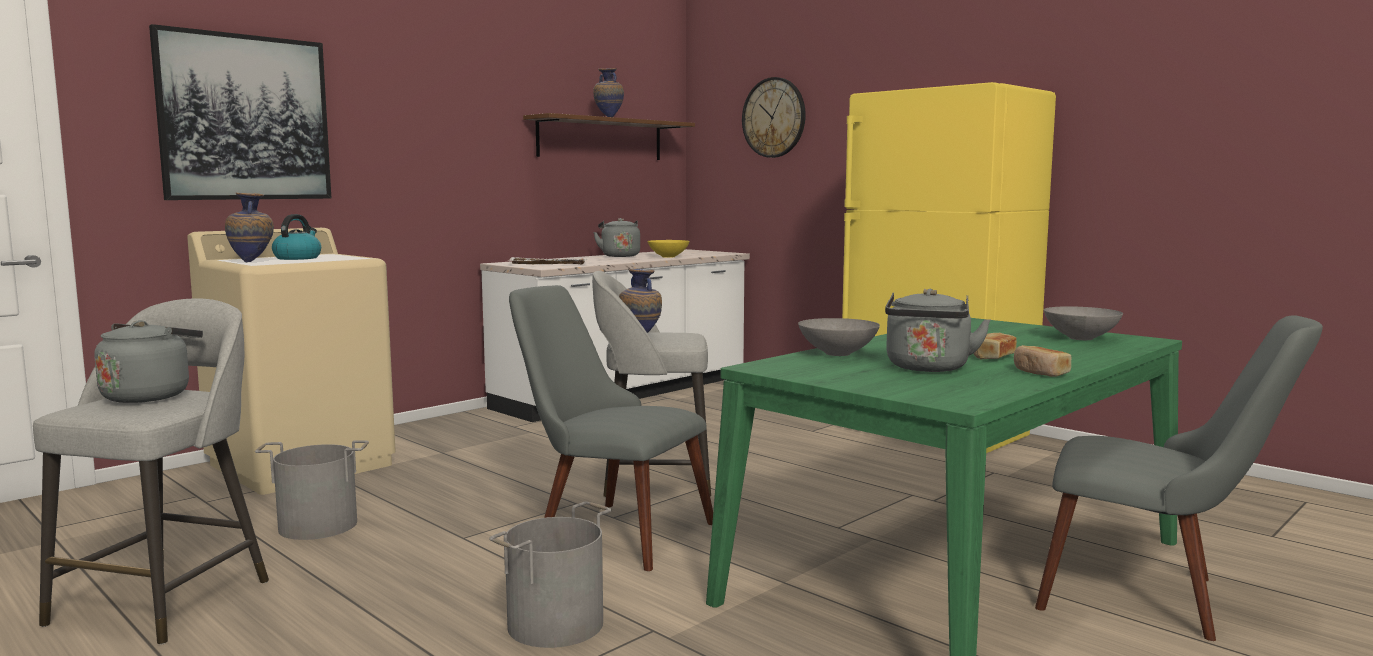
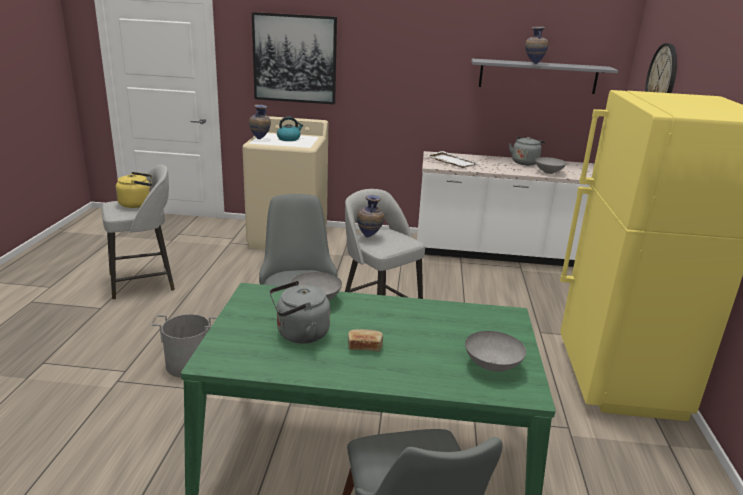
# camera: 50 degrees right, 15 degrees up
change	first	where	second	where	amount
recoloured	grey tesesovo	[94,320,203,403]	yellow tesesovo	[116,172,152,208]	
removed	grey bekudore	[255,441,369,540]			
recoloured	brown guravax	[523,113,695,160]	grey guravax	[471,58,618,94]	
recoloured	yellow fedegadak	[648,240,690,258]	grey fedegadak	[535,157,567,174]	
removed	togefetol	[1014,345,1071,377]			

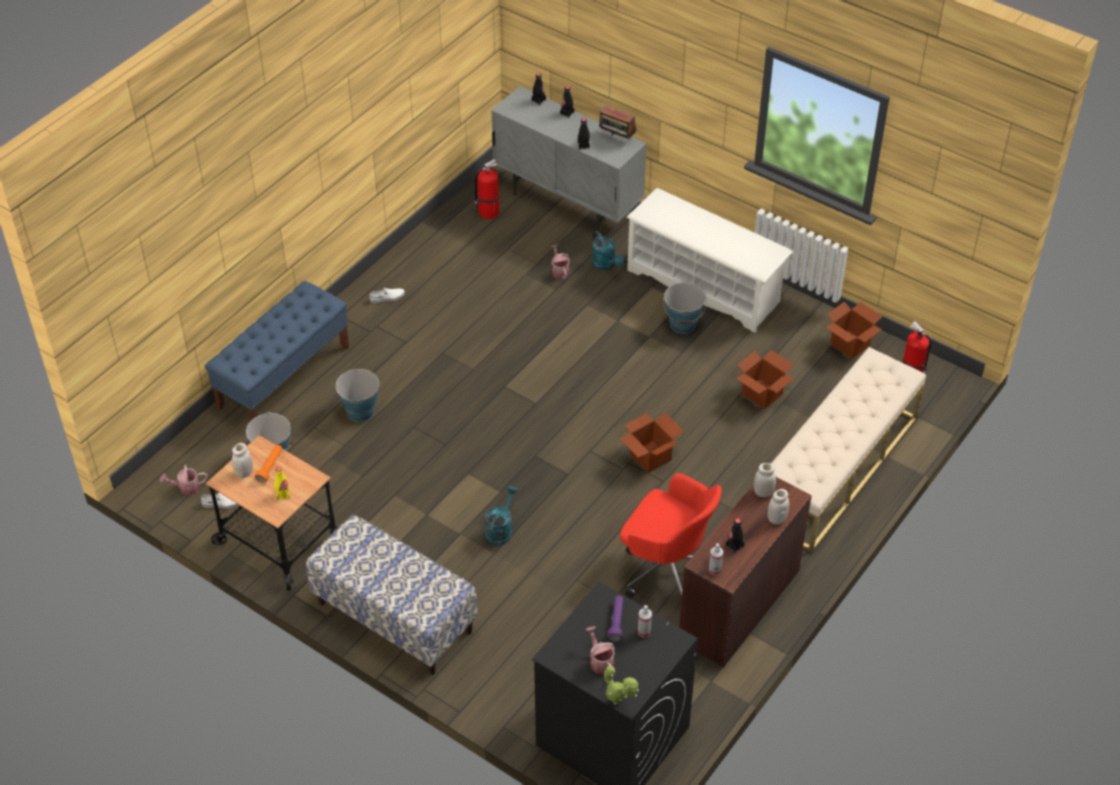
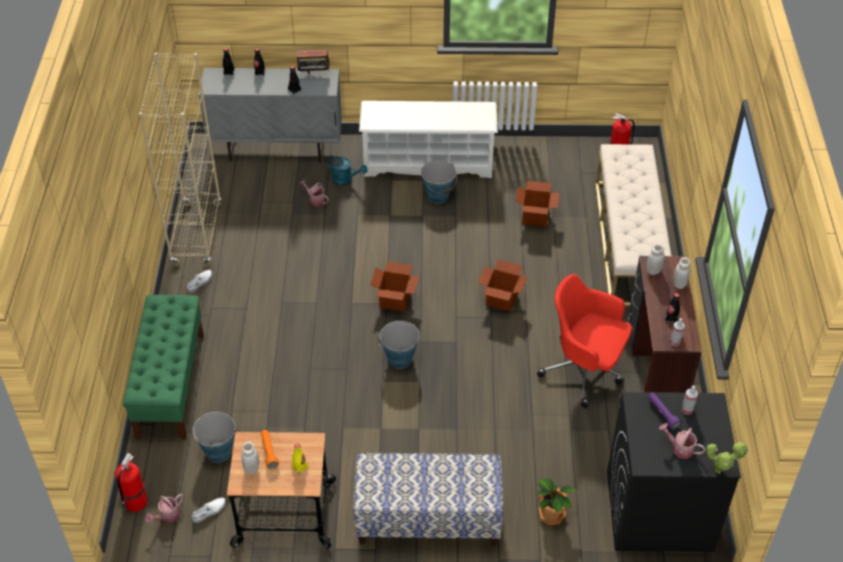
# camera: 35 degrees left, 0 degrees up
change	first	where	second	where	amount
recoloured	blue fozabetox	[205,281,349,421]	green fozabetox	[123,295,204,440]	
moved	bekudore	[335,369,380,422]		[379,321,419,369]	
moved	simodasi	[474,159,499,219]		[115,453,148,512]	
removed	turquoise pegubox	[485,486,518,545]			
turned	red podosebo	[620,473,722,598]		[537,274,632,408]	150 degrees counterclockwise
moved	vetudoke	[826,301,883,359]		[370,262,419,312]	
added			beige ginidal	[139,53,222,266]	
added			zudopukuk	[537,479,576,525]	

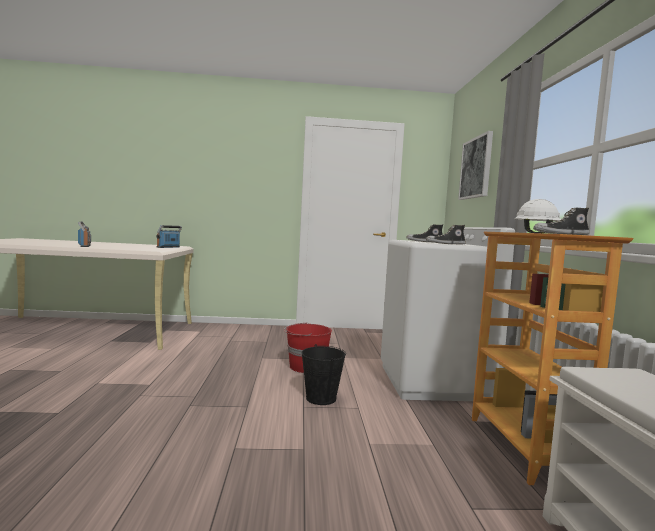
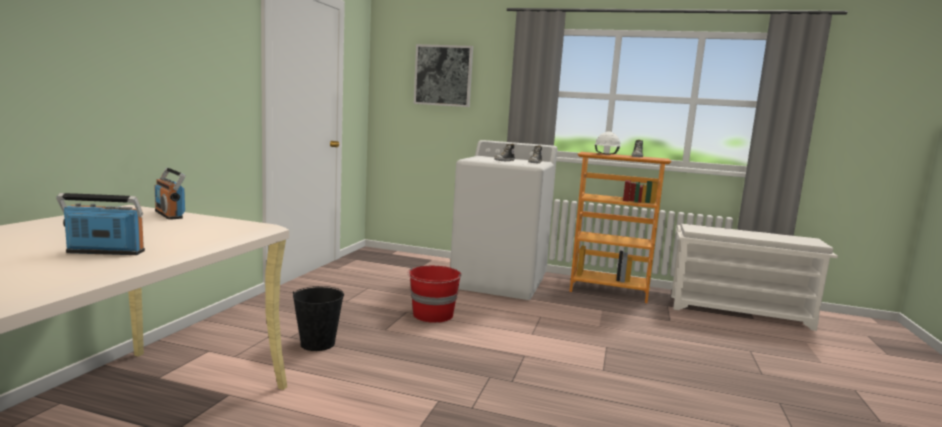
# camera: 70 degrees left, 5 degrees up
change	first	where	second	where	amount
moved	black bekudore	[302,344,346,405]		[293,286,344,351]	

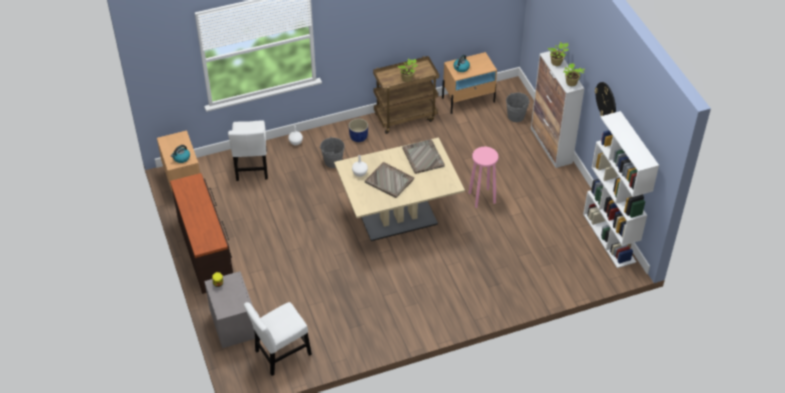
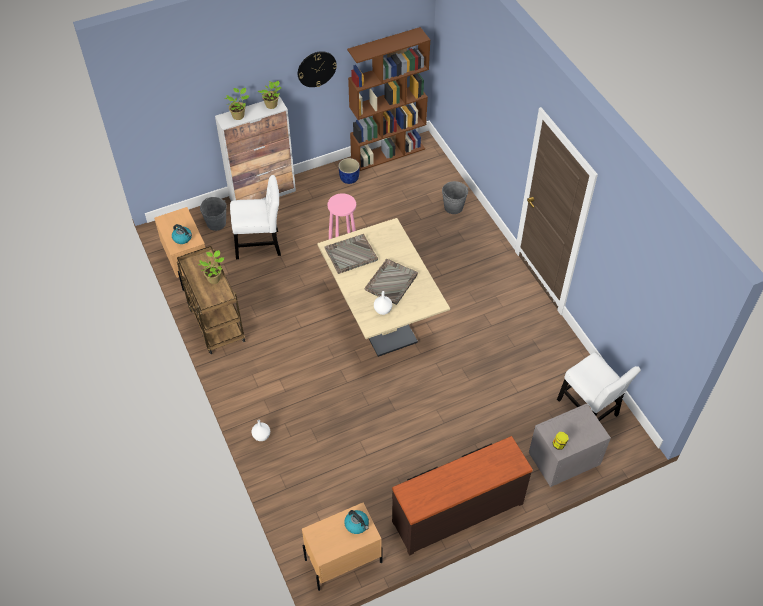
# camera: 95 degrees left, 5 degrees up
change	first	where	second	where	amount
moved	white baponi	[228,120,268,181]		[230,175,281,259]	
moved	grey bekudore	[320,137,345,168]		[442,181,468,214]	
moved	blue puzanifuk	[349,118,368,142]		[338,158,360,184]	
recoloured	white ginidal	[583,111,659,268]	brown ginidal	[347,27,430,171]	

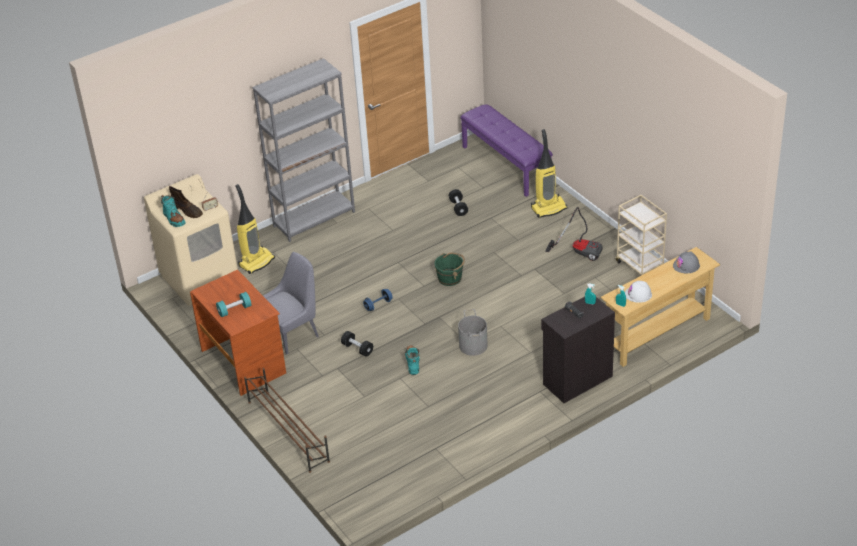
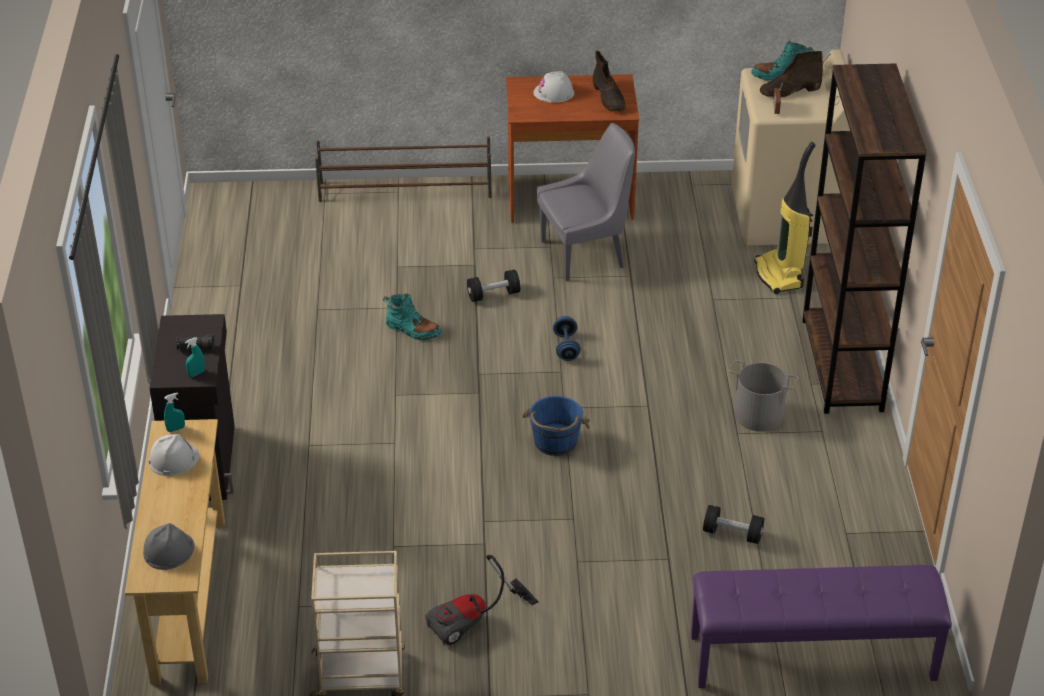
# camera: 120 degrees right, 0 degrees up
change	first	where	second	where	amount
replaced	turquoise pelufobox	[216,292,251,317]	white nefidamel	[533,71,574,103]	
recoloured	grey ginidal	[252,58,355,242]	brown ginidal	[802,64,927,414]	
turned	grey baponi	[263,252,319,354]		[537,123,635,281]	105 degrees counterclockwise
recoloured	green bekudore	[434,252,465,286]	blue bekudore	[522,396,590,456]	
moved	grey bekudore	[458,309,488,356]		[729,360,799,432]	
removed	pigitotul	[531,129,568,218]			
added			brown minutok	[593,50,626,112]	

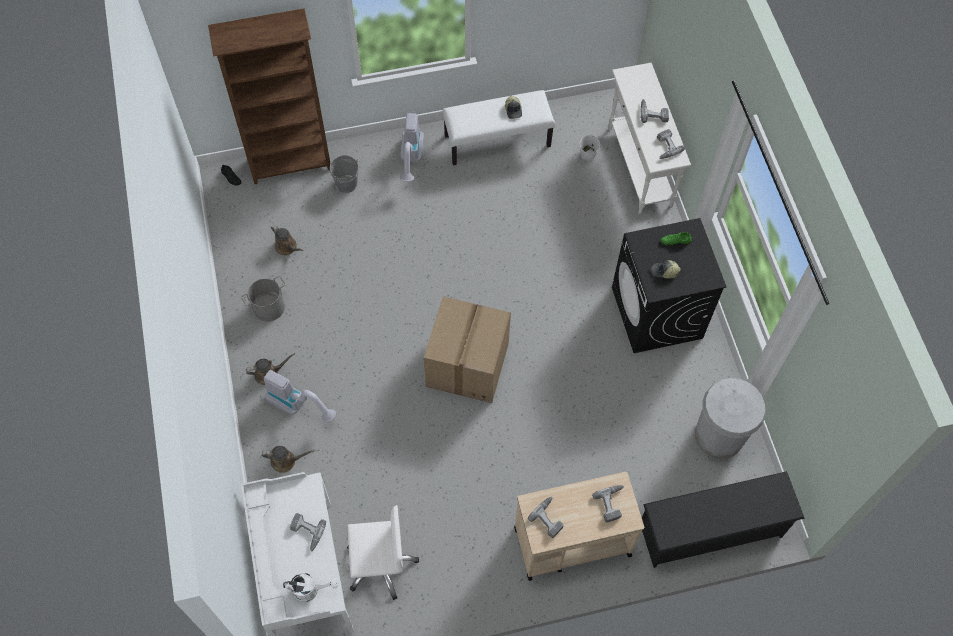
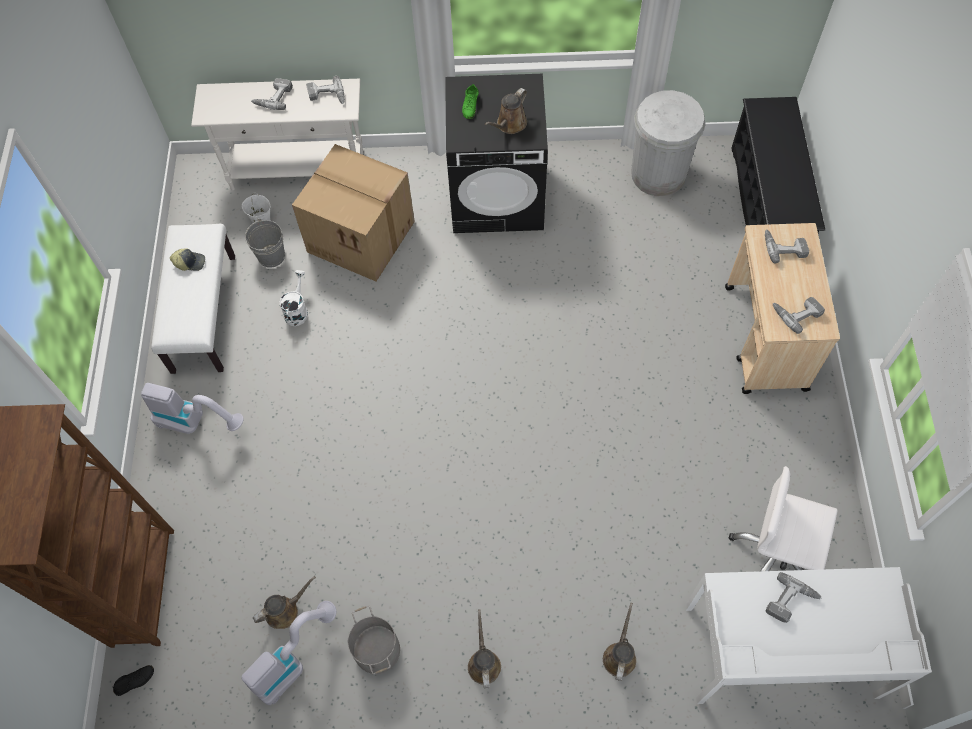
# camera: 75 degrees left, 0 degrees up
change	first	where	second	where	amount
moved	pigitotul	[264,370,336,422]		[241,601,336,705]	
moved	white pegubox	[283,573,338,602]		[280,270,308,326]	
moved	grey bekudore	[329,155,358,193]		[245,219,285,268]	
turned	white podosebo	[347,505,419,600]		[729,466,838,571]	75 degrees counterclockwise
moved	vetudoke	[424,296,511,403]		[292,144,415,281]	
replaced	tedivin	[652,260,681,279]	brown pegubox	[485,88,527,134]	

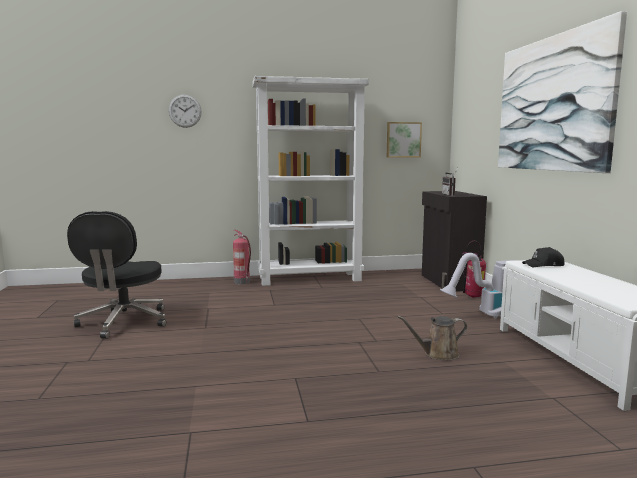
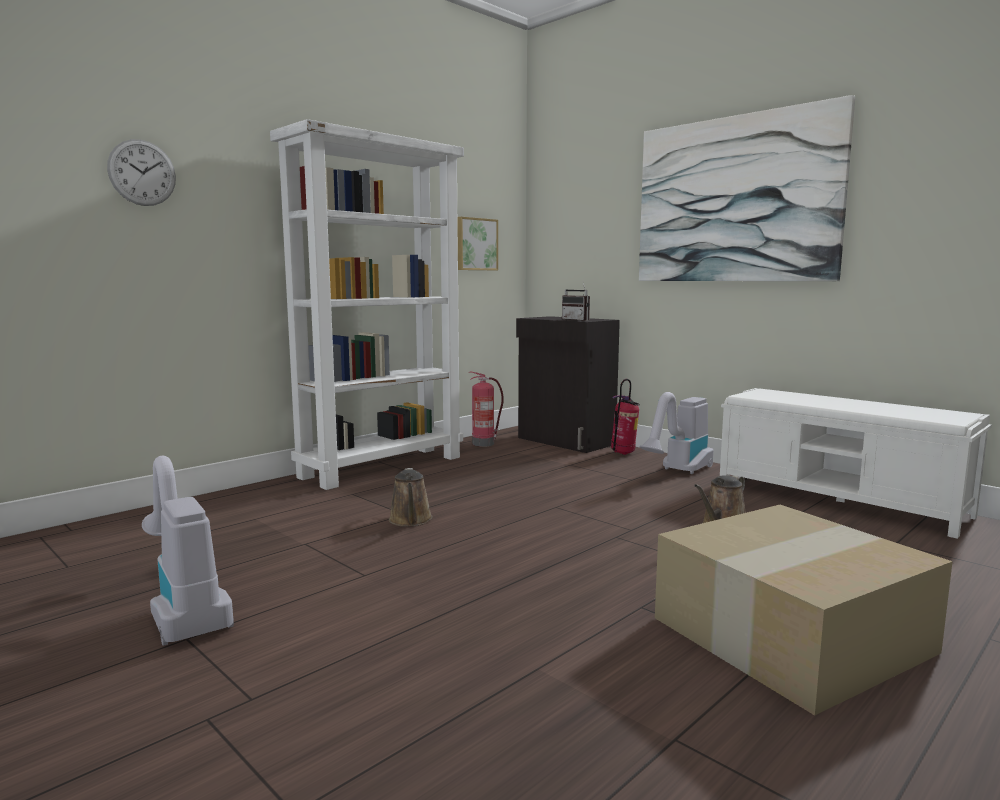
# camera: 35 degrees left, 0 degrees up
change	first	where	second	where	amount
replaced	black podosebo	[67,211,166,339]	pigitotul	[142,456,234,646]	
moved	simodasi	[233,230,251,284]		[470,371,504,447]	
removed	black tedivin	[522,247,565,267]			
added			brown pegubox	[389,468,433,527]	
added			vetudoke	[655,505,953,715]	

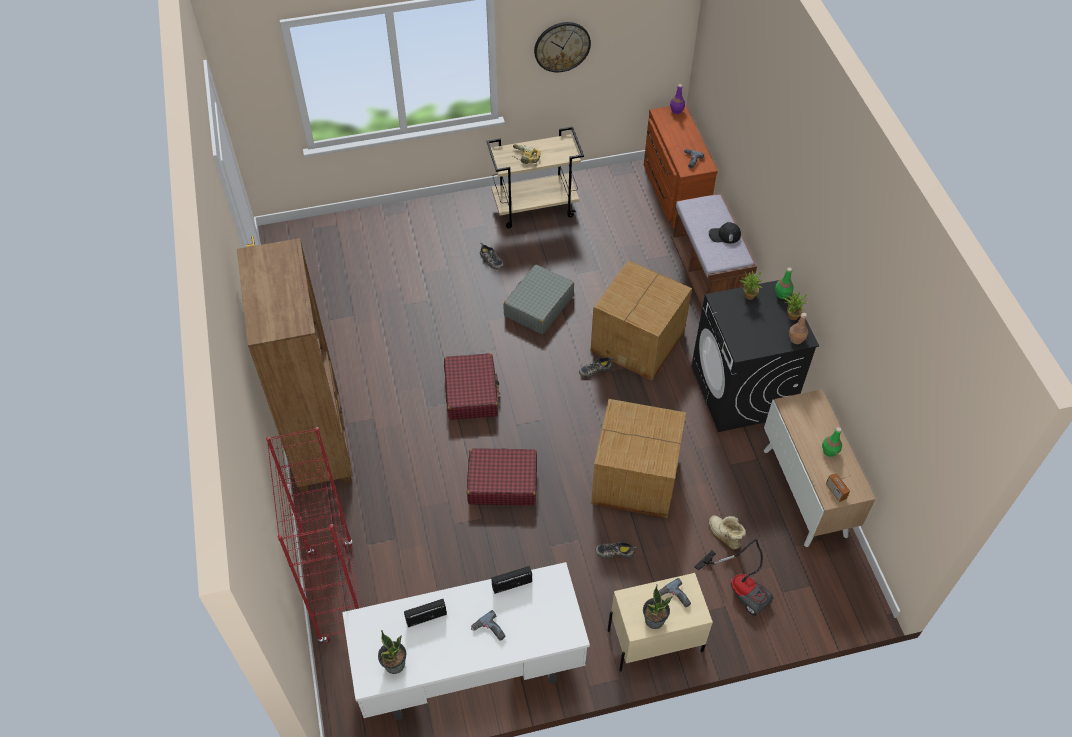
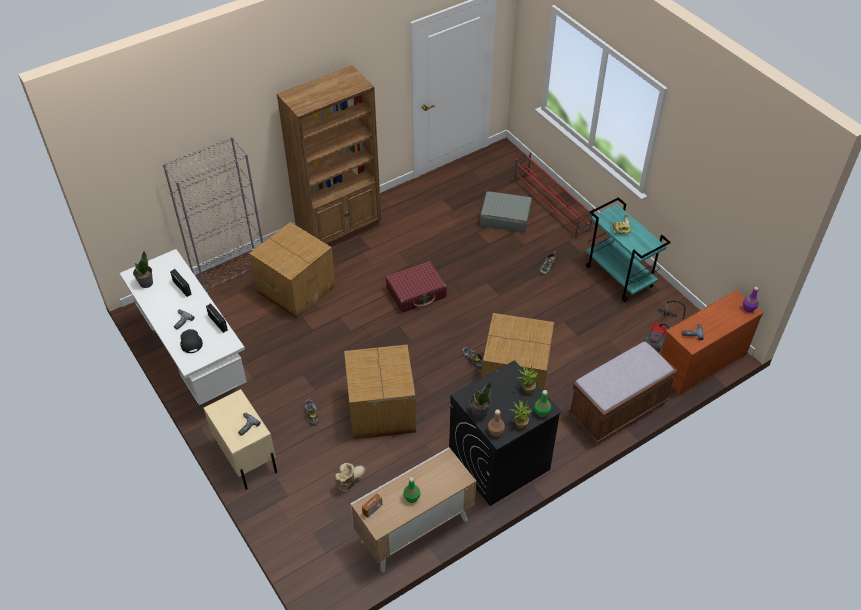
# camera: 70 degrees right, 5 degrees down
change	first	where	second	where	amount
recoloured	red ginidal	[266,427,361,644]	grey ginidal	[163,137,263,294]	
removed	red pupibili	[467,448,537,505]			
recoloured	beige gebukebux	[487,126,584,228]	turquoise gebukebux	[586,197,671,302]	
moved	grey pupibili	[504,265,574,334]		[480,191,532,232]	
removed	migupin	[534,22,591,72]			
moved	zudopukuk	[643,584,673,629]		[470,382,491,419]	
moved	pigitotul	[695,539,773,616]		[643,300,686,352]	
moved	black tedivin	[709,222,741,244]		[180,329,203,353]	
added			vetudoke	[249,222,336,319]	
added			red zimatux	[514,153,594,239]	

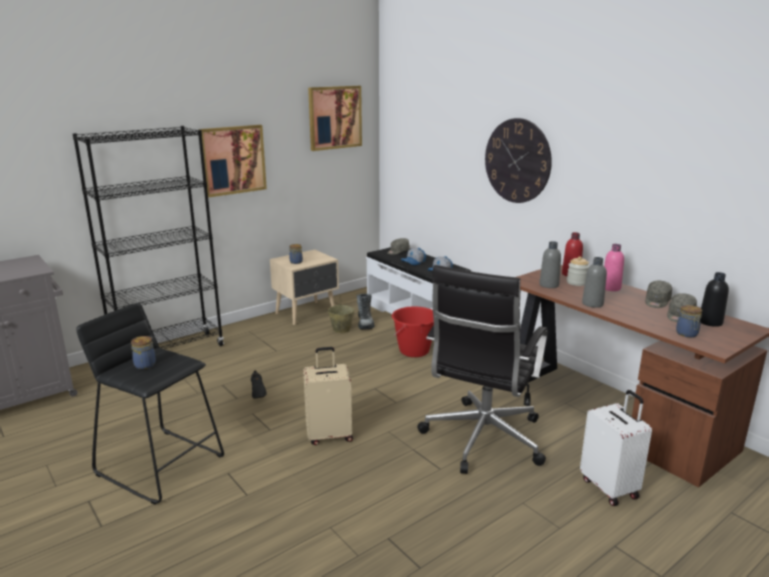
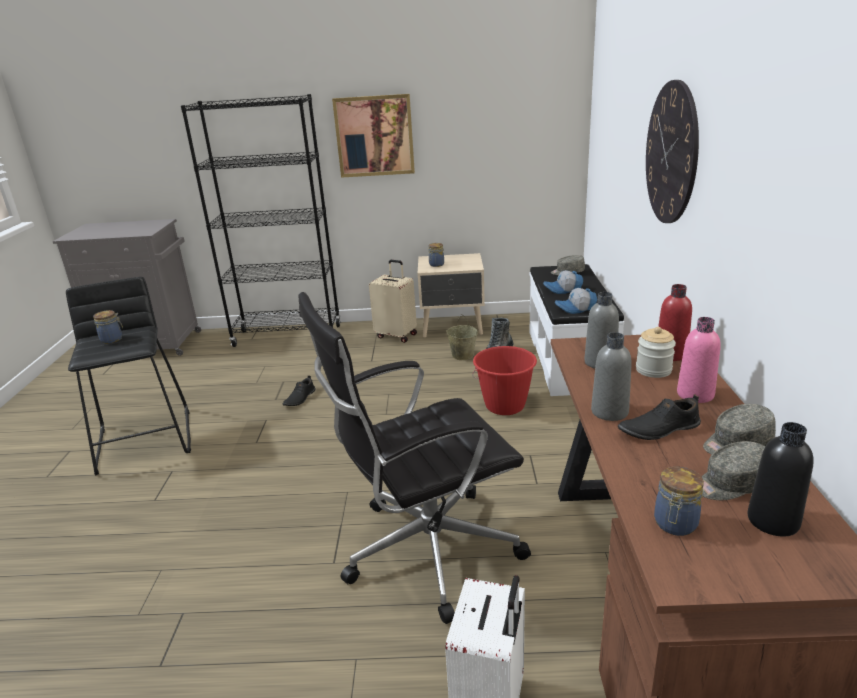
# camera: 40 degrees right, 5 degrees up
change	first	where	second	where	amount
moved	beige pupibili	[303,347,353,445]		[369,260,417,343]	
removed	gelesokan	[308,86,362,151]			
added			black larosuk	[618,394,701,440]	

